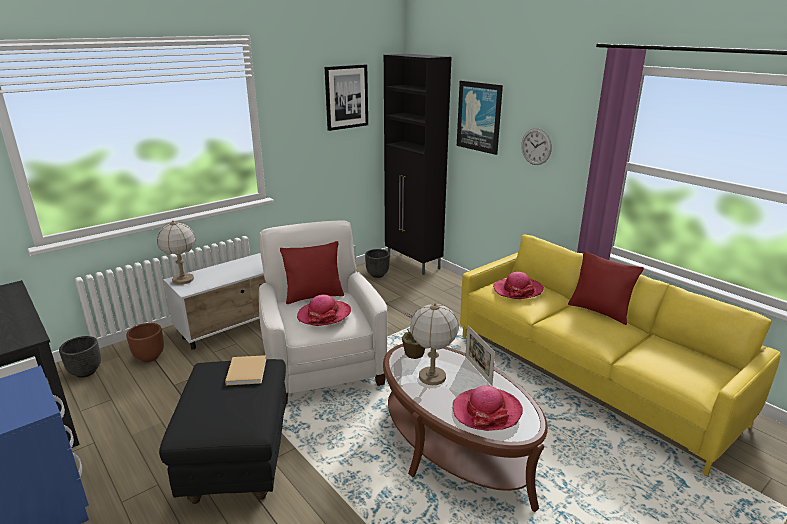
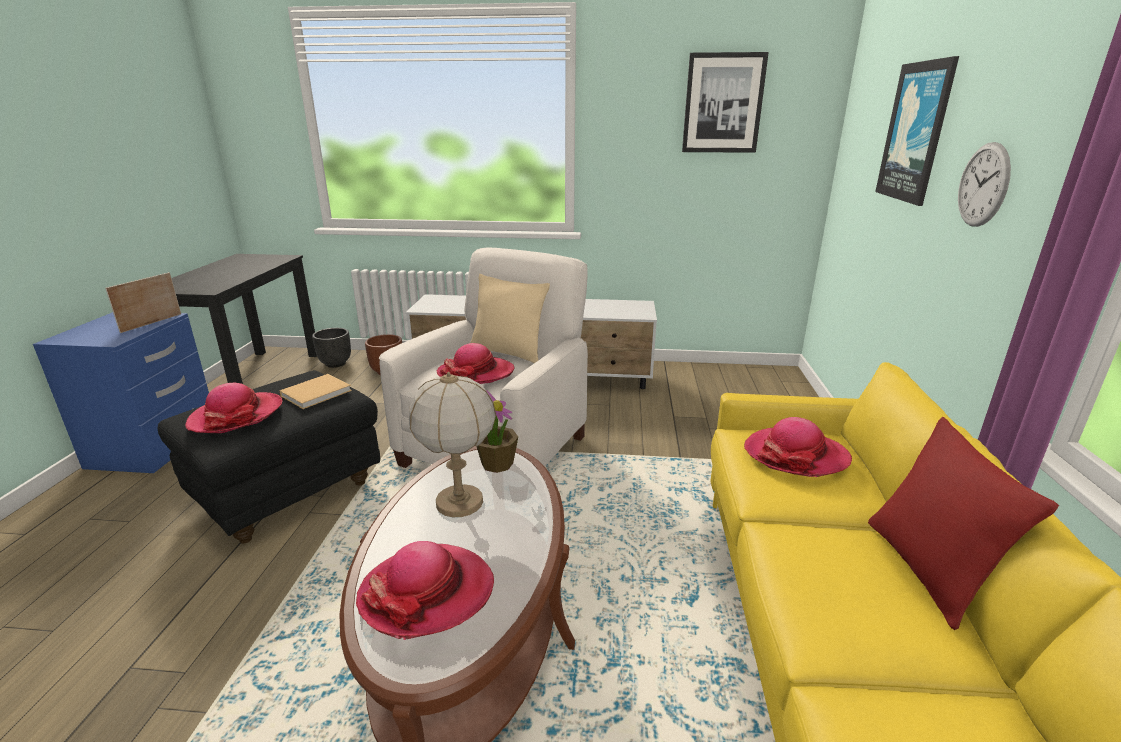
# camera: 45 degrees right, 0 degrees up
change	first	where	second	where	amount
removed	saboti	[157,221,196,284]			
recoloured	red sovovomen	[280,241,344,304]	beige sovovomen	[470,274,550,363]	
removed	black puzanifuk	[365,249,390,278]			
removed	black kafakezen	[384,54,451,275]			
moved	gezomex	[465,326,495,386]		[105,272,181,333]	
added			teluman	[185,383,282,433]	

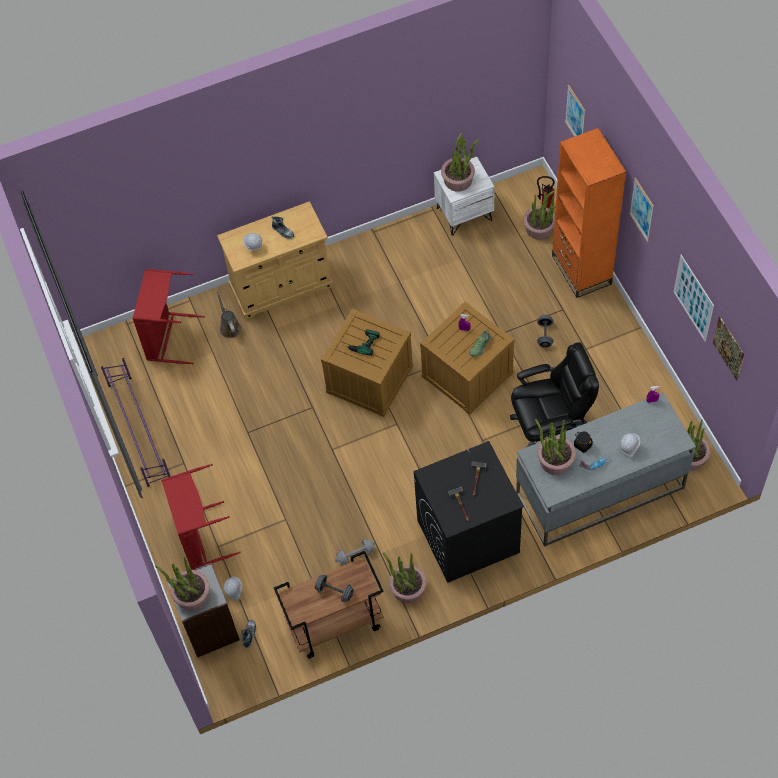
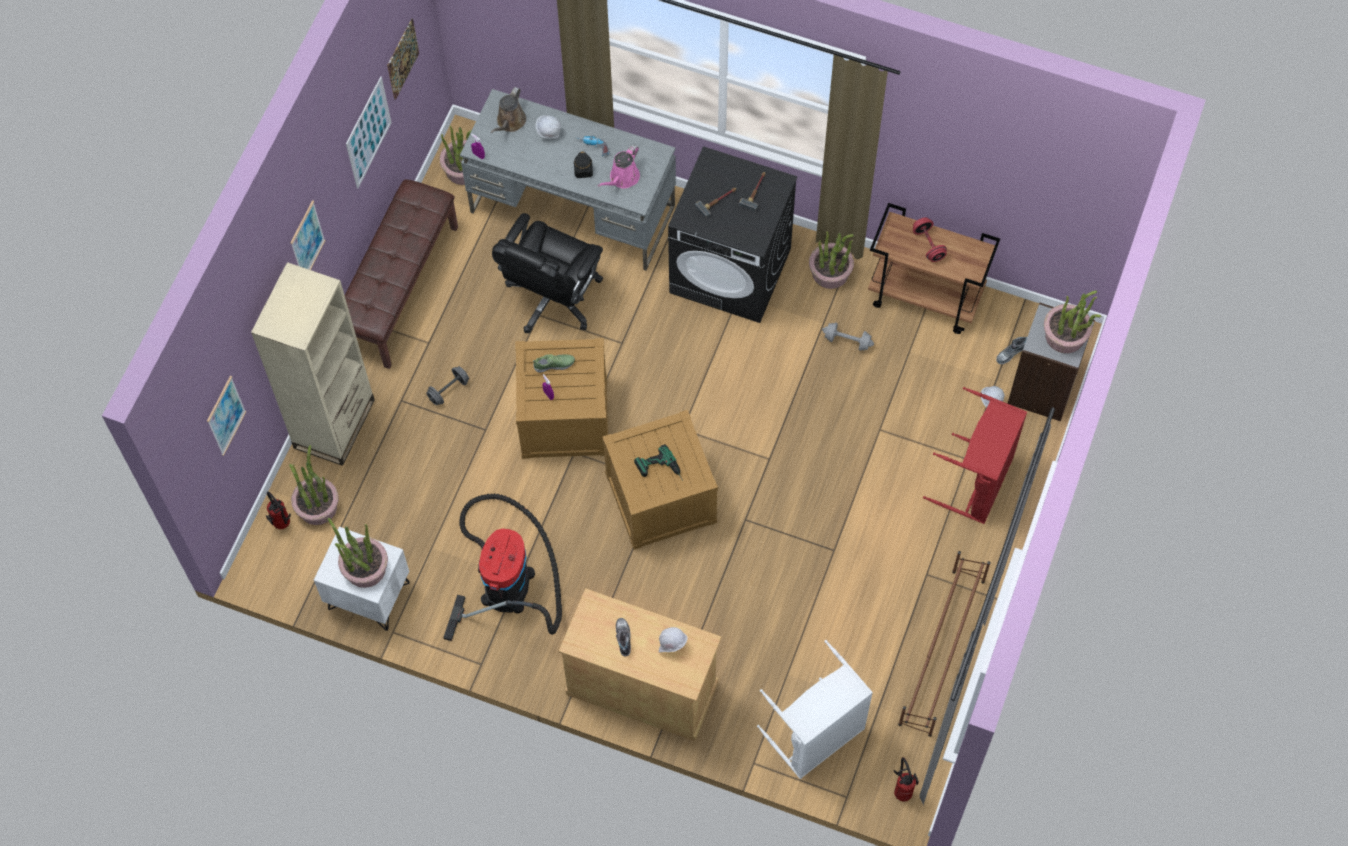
# camera: 140 degrees left, 5 degrees up
change	first	where	second	where	amount
recoloured	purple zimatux	[101,358,171,487]	brown zimatux	[898,551,991,737]	
recoloured	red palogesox	[132,269,205,364]	white palogesox	[757,640,873,779]	
moved	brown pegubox	[216,290,241,338]		[491,87,526,133]	
recoloured	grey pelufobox	[315,575,354,602]	red pelufobox	[913,217,947,262]	
turned	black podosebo	[510,343,599,447]		[492,213,603,333]	90 degrees counterclockwise
replaced	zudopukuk	[535,419,576,475]	pink pegubox	[598,145,640,188]	
recoloured	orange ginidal	[552,128,626,298]	beige ginidal	[251,262,375,466]	
added			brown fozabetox	[345,179,458,369]	
added			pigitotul	[444,494,562,641]	
added			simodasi	[894,757,919,801]	

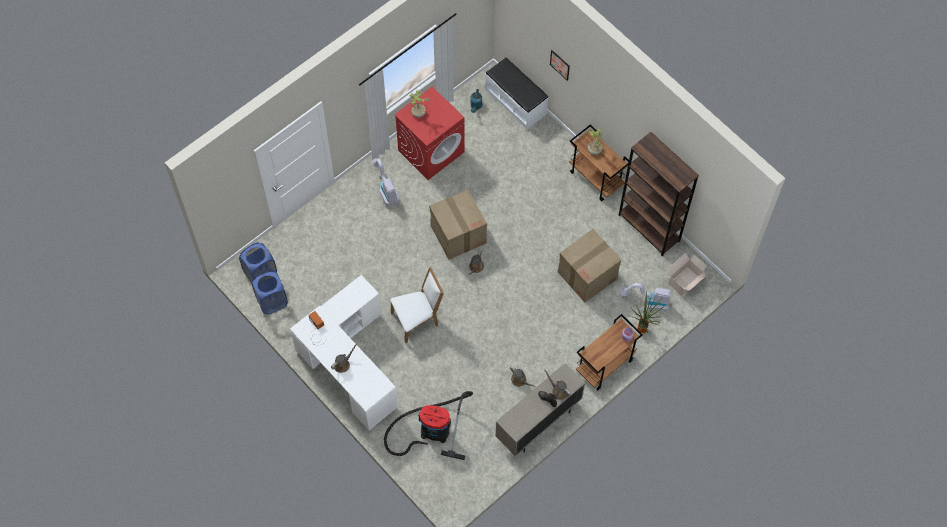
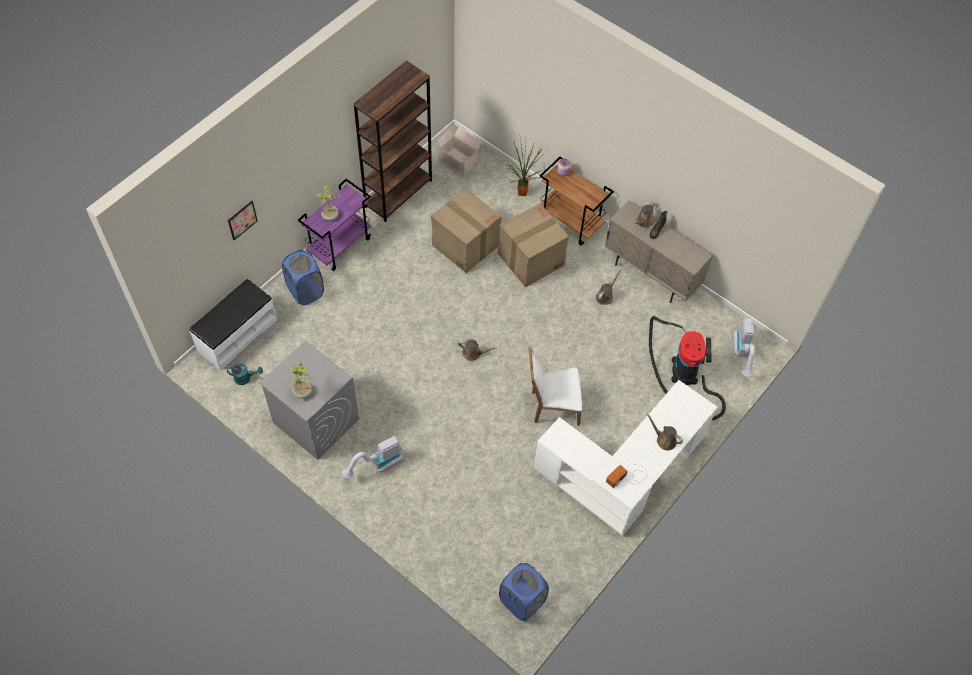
# camera: 100 degrees left, 5 degrees down
change	first	where	second	where	amount
moved	blue palogesox	[251,271,288,314]		[282,250,324,305]	
turned	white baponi	[390,267,444,343]		[528,347,582,426]	60 degrees counterclockwise
recoloured	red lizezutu	[394,87,465,180]	grey lizezutu	[259,341,359,460]	
moved	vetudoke	[429,190,487,260]		[498,203,569,287]	
recoloured	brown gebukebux	[569,125,629,201]	purple gebukebux	[298,179,371,271]	
moved	pigitotul	[620,283,671,312]		[732,318,755,377]	

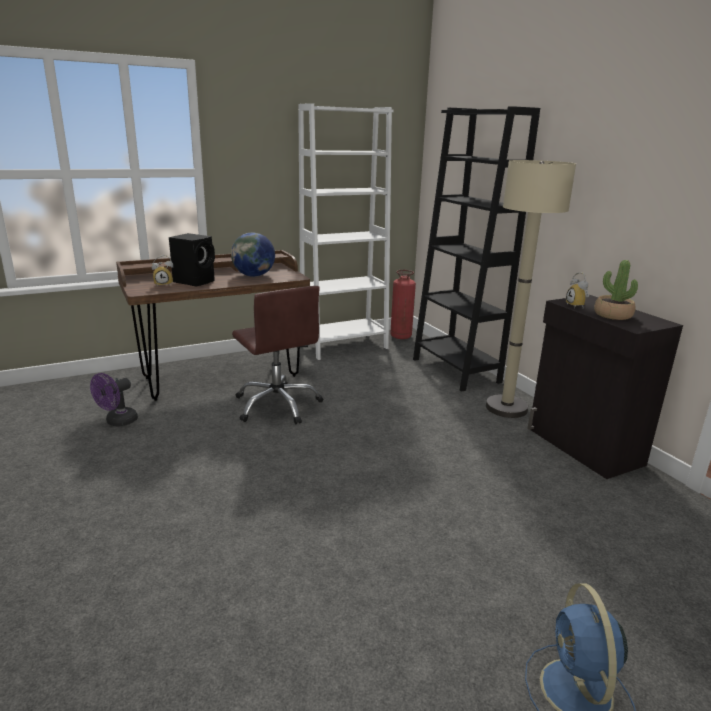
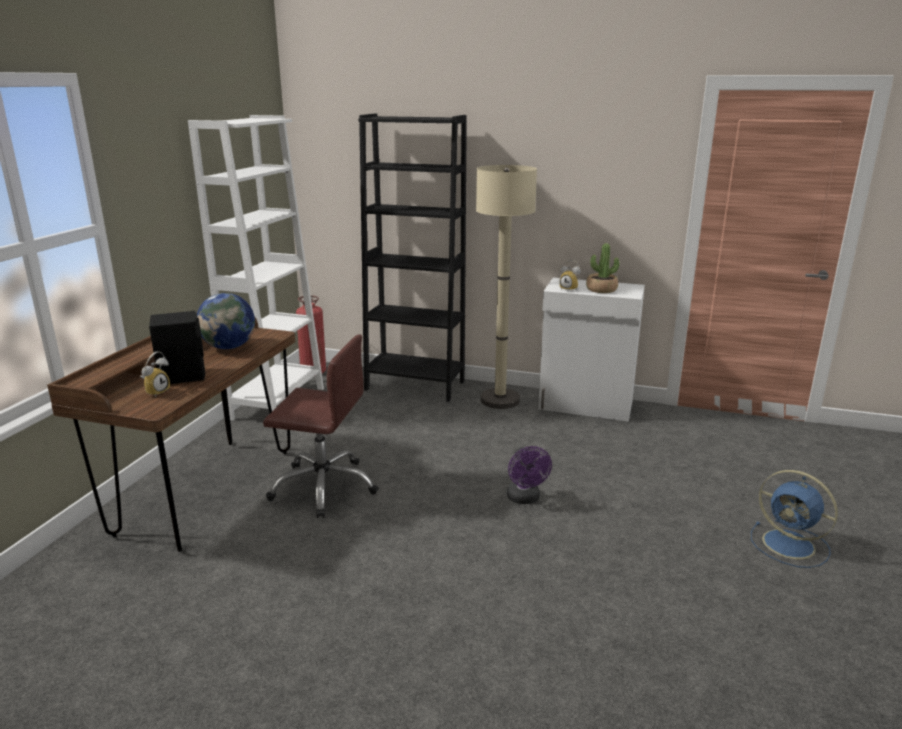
# camera: 45 degrees left, 0 degrees up
change	first	where	second	where	amount
moved	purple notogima	[90,373,138,426]		[507,446,552,504]	
recoloured	black kafakezen	[527,295,683,479]	white kafakezen	[538,278,645,421]	

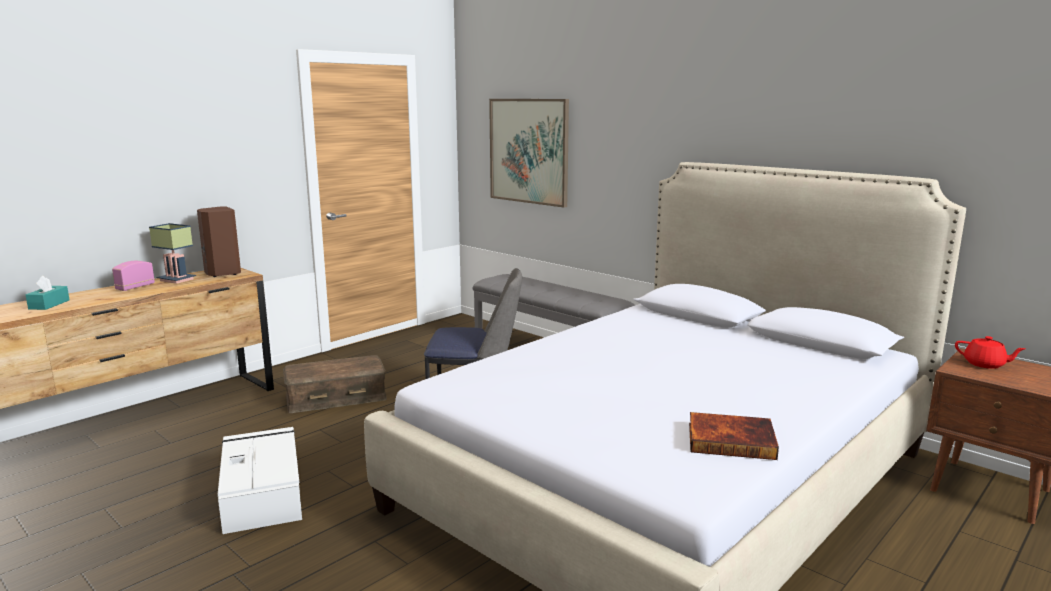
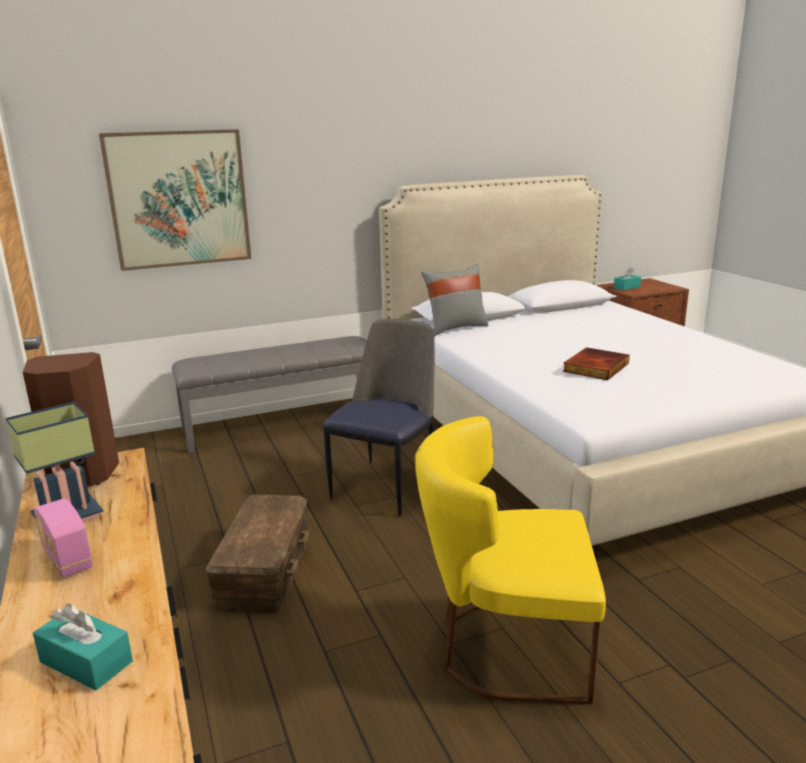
# camera: 65 degrees left, 5 degrees up
change	first	where	second	where	amount
replaced	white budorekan	[218,427,302,534]	yellow baponi	[415,416,606,704]	
moved	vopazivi	[689,412,779,460]		[563,347,630,380]	
replaced	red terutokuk	[955,336,1025,369]	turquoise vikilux	[614,267,641,290]	
added			grey sovovomen	[421,264,489,336]	

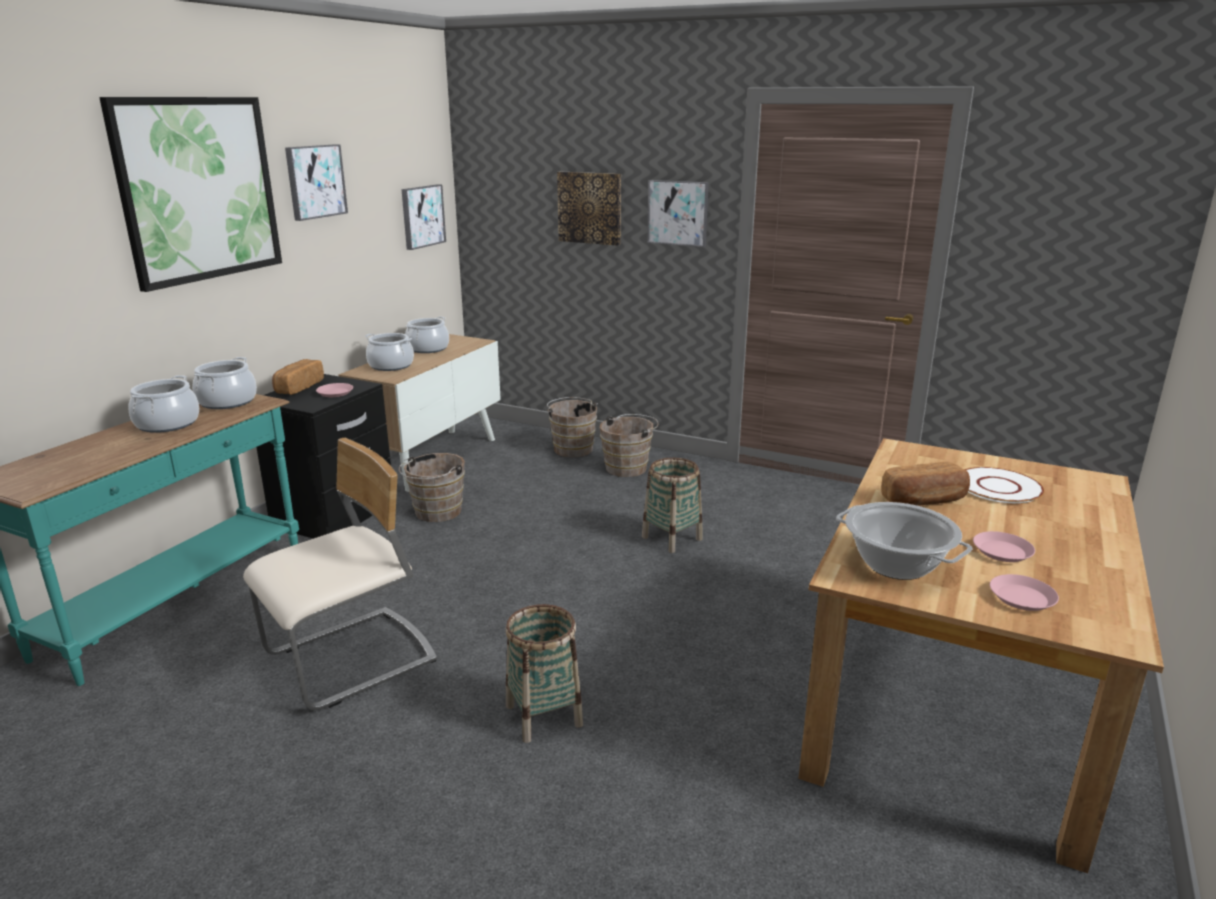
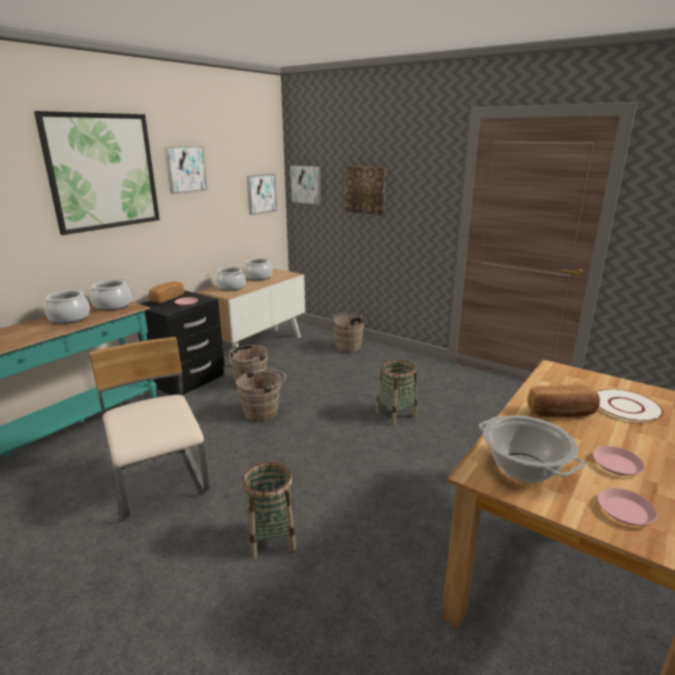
# camera: 10 degrees right, 0 degrees up
change	first	where	second	where	amount
turned	beige baponi	[243,438,437,710]		[89,337,209,517]	90 degrees counterclockwise
moved	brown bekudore	[600,414,659,477]		[236,369,286,422]	
moved	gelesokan	[647,180,709,247]		[290,165,321,205]	

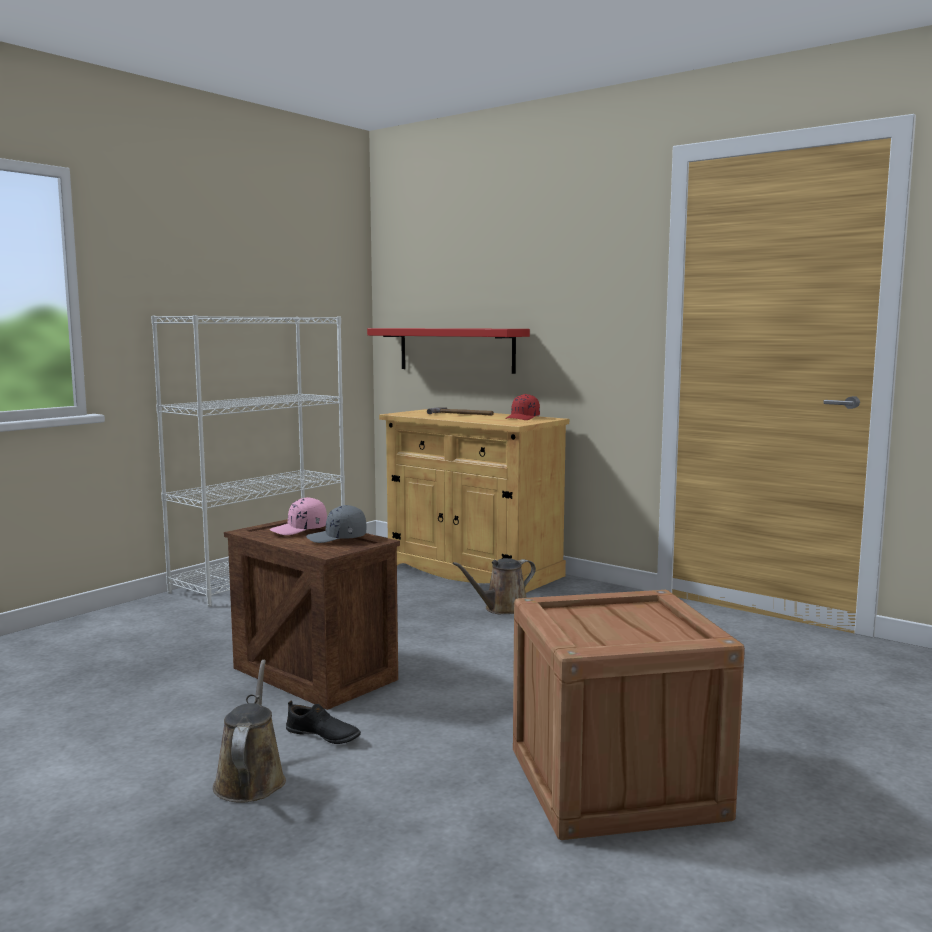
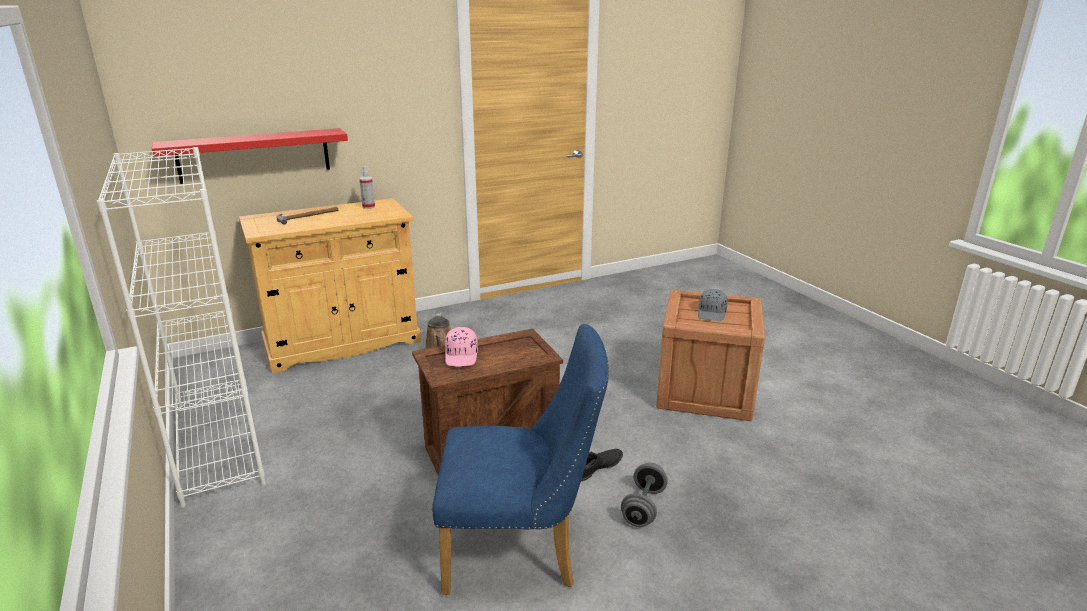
# camera: 65 degrees left, 15 degrees up
change	first	where	second	where	amount
replaced	brown pegubox	[213,660,286,803]	grey pelufobox	[621,463,668,527]	
moved	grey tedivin	[306,505,366,543]		[698,289,728,321]	
replaced	red tedivin	[505,394,540,420]	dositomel	[359,167,375,209]	
added			blue baponi	[432,324,609,595]	

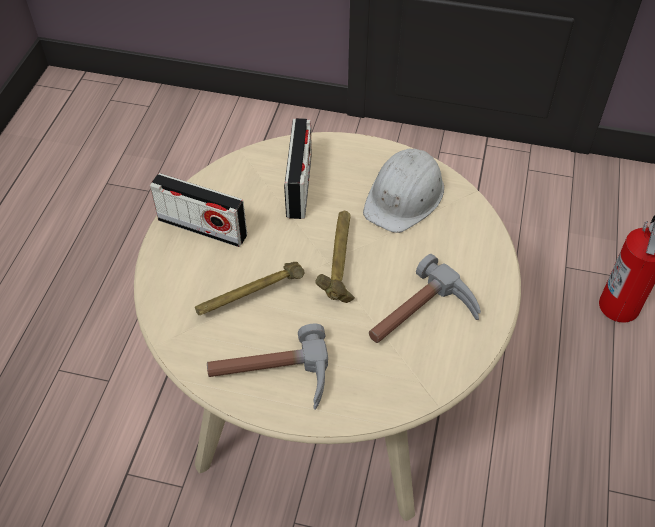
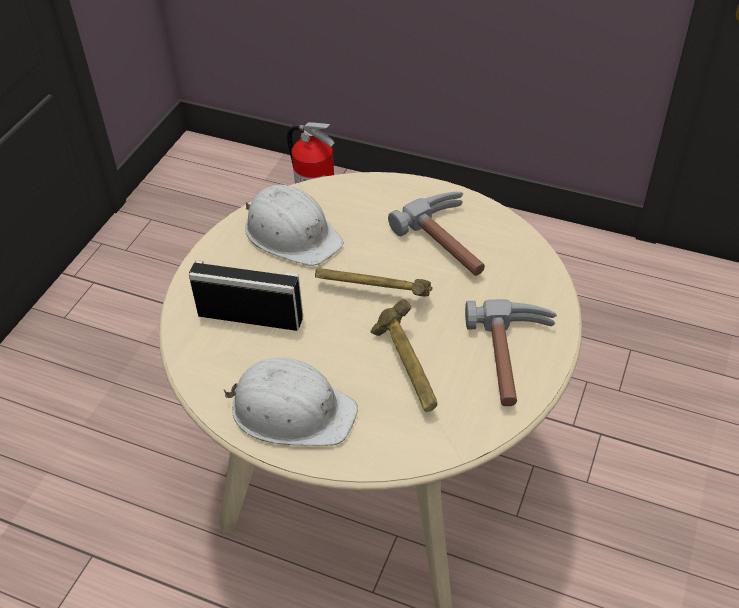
# camera: 80 degrees left, 5 degrees down
change	first	where	second	where	amount
replaced	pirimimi	[150,173,247,247]	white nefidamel	[224,358,358,446]	

